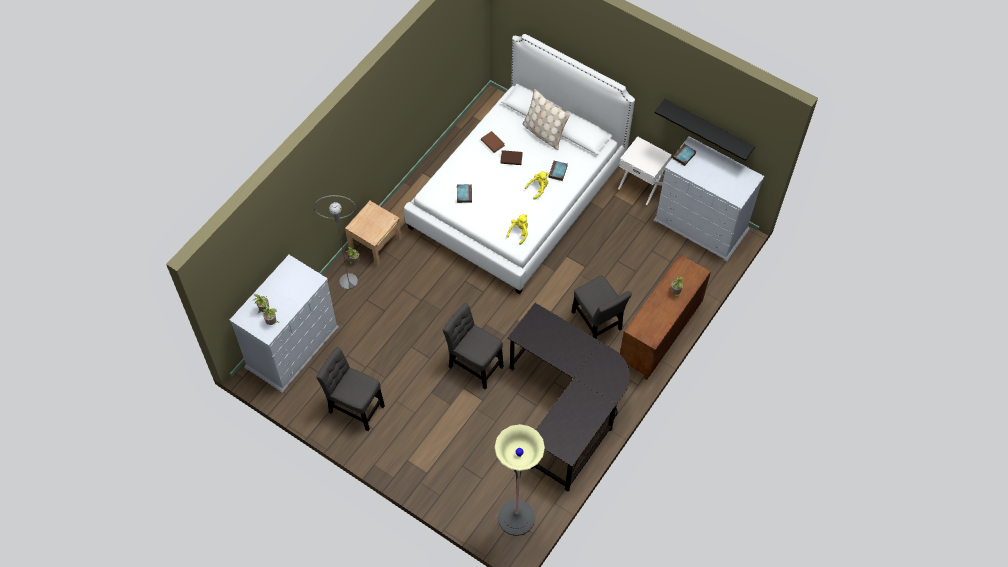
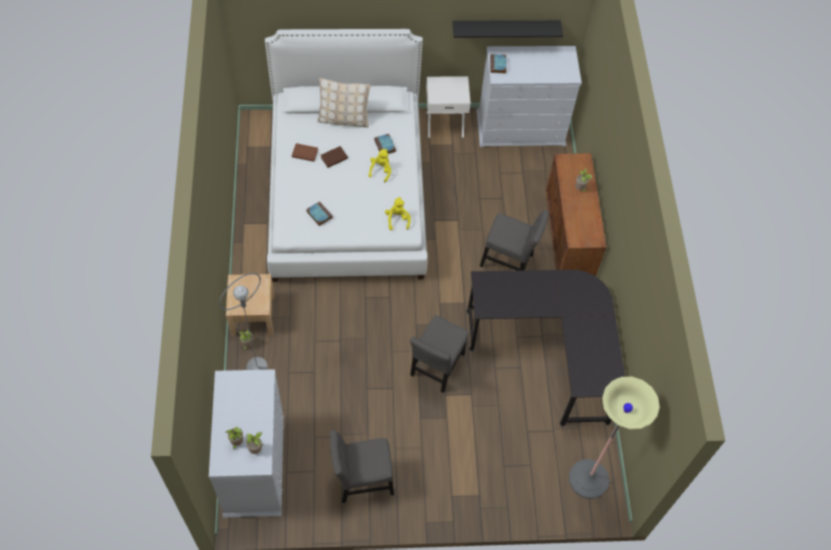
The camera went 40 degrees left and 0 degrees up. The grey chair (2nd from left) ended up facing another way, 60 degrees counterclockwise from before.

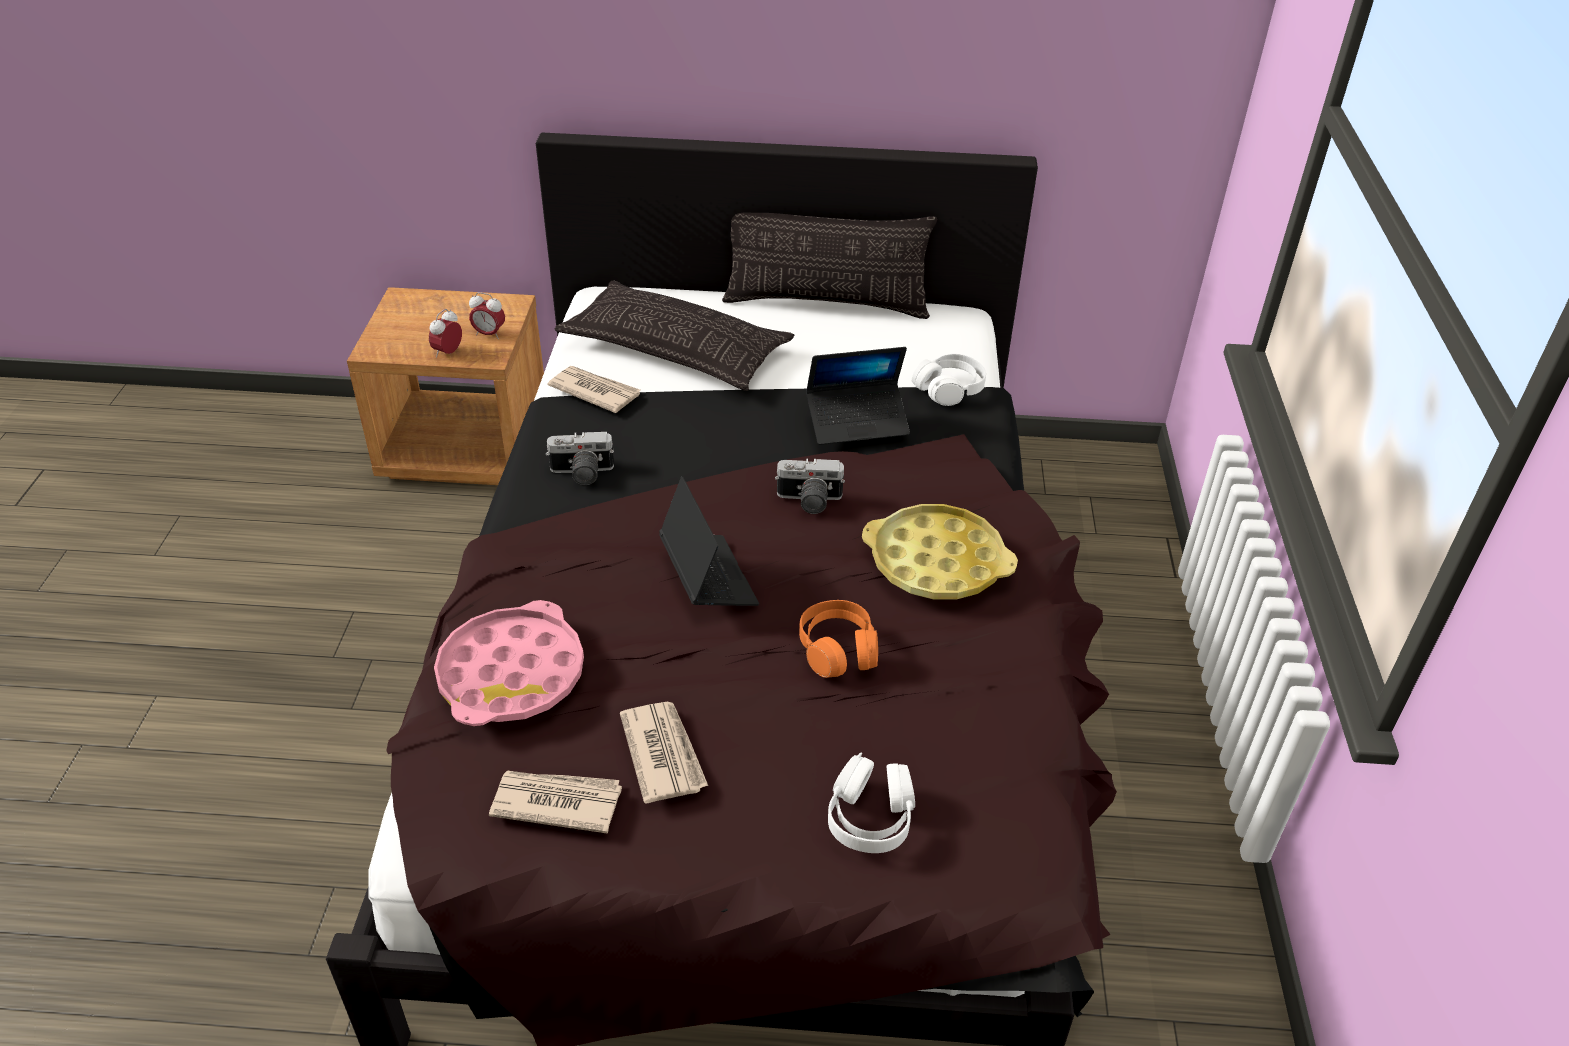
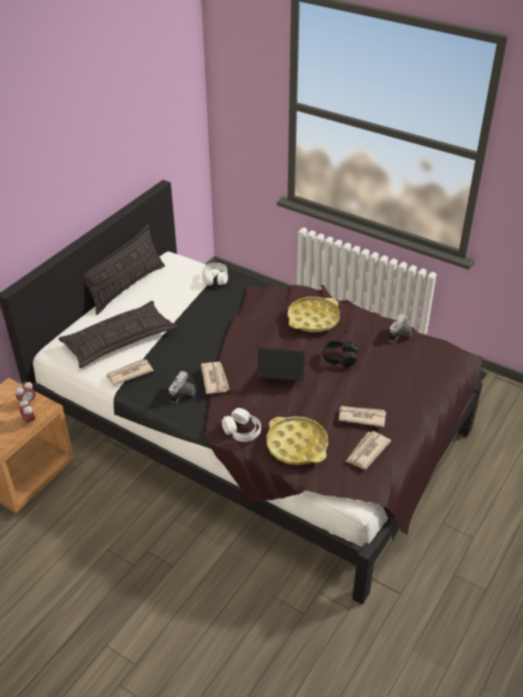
The camera went 60 degrees left and 0 degrees up. The second view lost the laptop (2nd from left). The second view gained the newspaper (2nd from left). The photo camera (2nd from left) ended up elsewhere. The white headphones (1st from left in the first image) ended up elsewhere. What was the pink tray turned into the yellow tray (1st from left). What was the orange headphones turned into the black headphones.

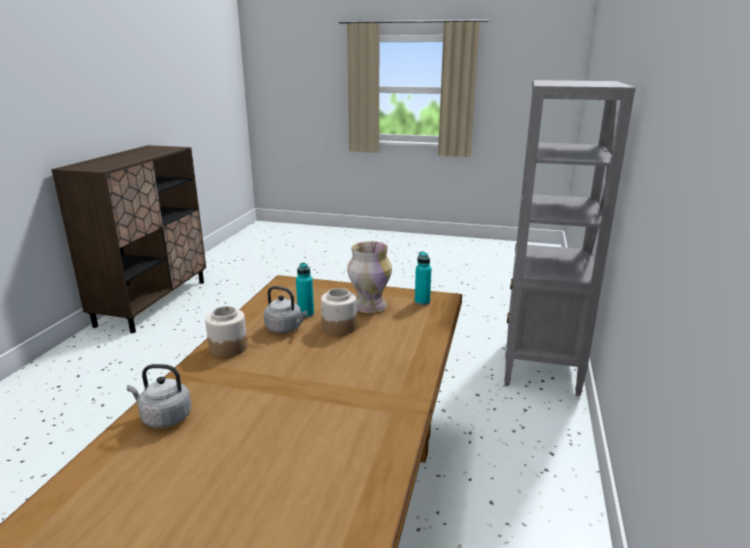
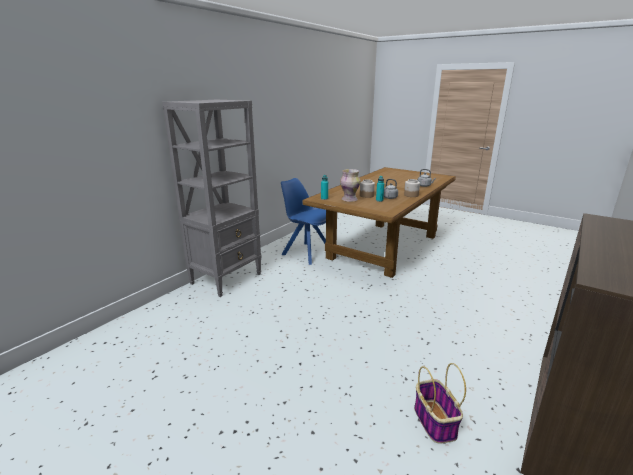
The camera went 160 degrees left and 0 degrees up. The second view gained the blue chair. The second view gained the basket.

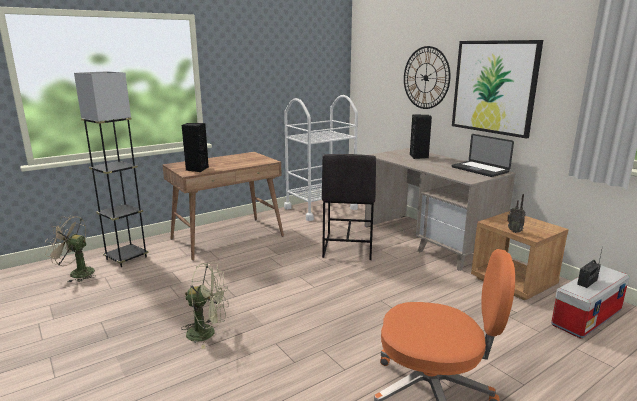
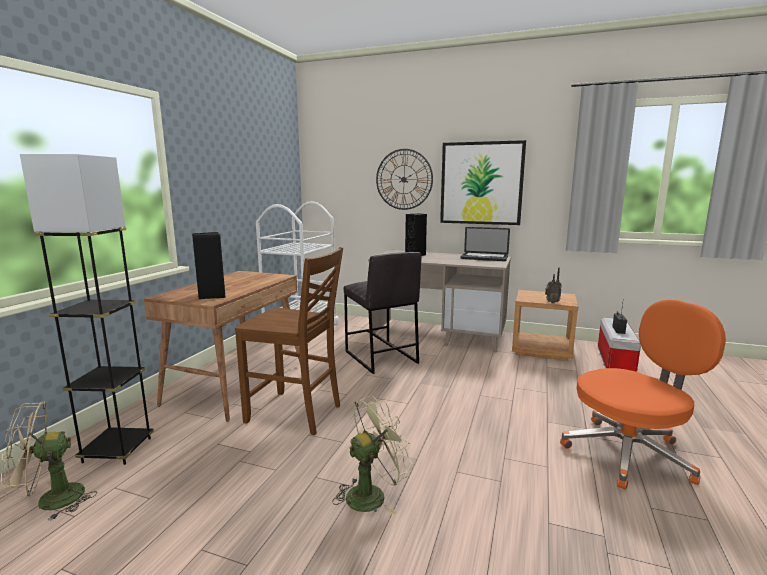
The camera went 35 degrees left and 5 degrees down. The second view gained the brown chair.

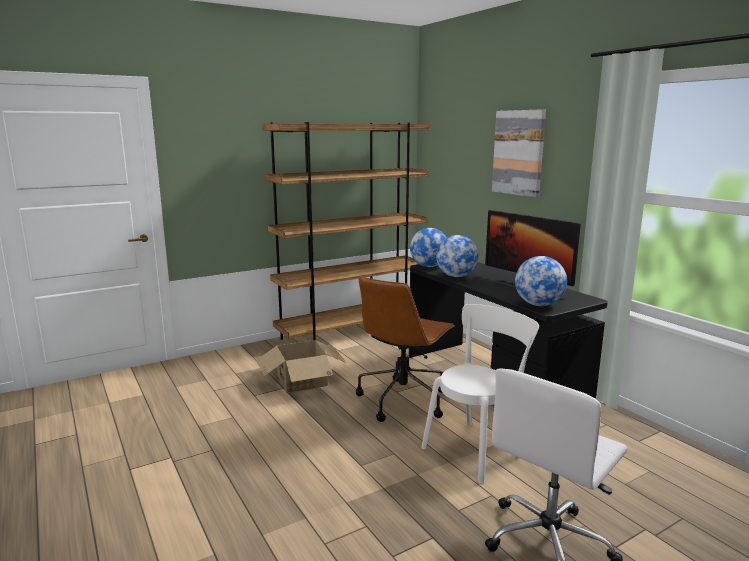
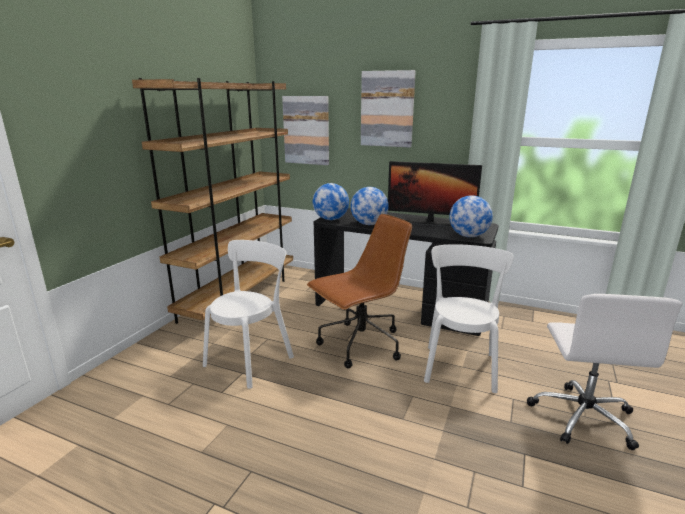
The camera went 35 degrees left and 5 degrees up. The second view gained the picture (1st from left). Where the cardboard box stood, the white chair (1st from left) came to stand. The brown office chair ended up facing another way, 120 degrees counterclockwise from before.

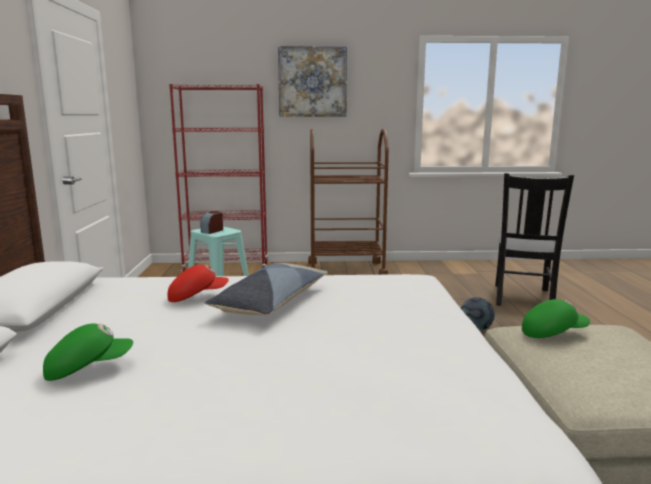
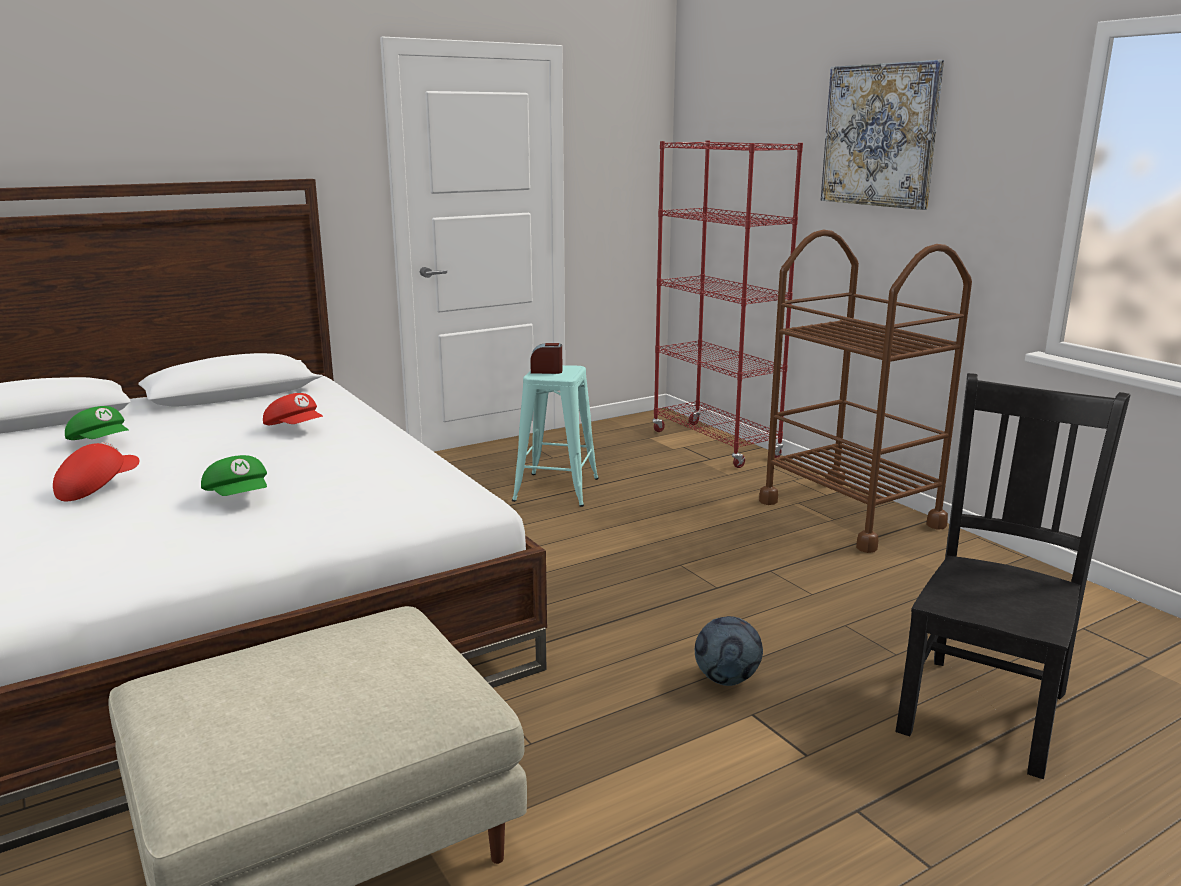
The camera went 60 degrees right and 5 degrees up. The second view lost the pillow. The second view gained the red cap (1st from left). The green cap (2nd from left) ended up elsewhere. The black chair ended up facing another way, 135 degrees clockwise from before.

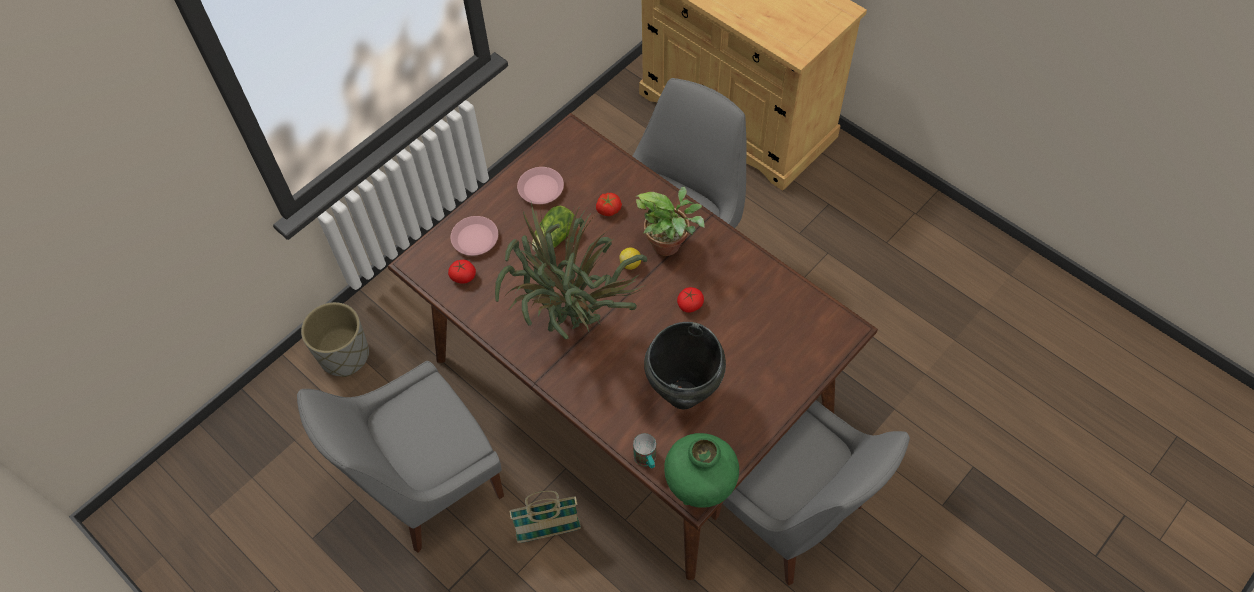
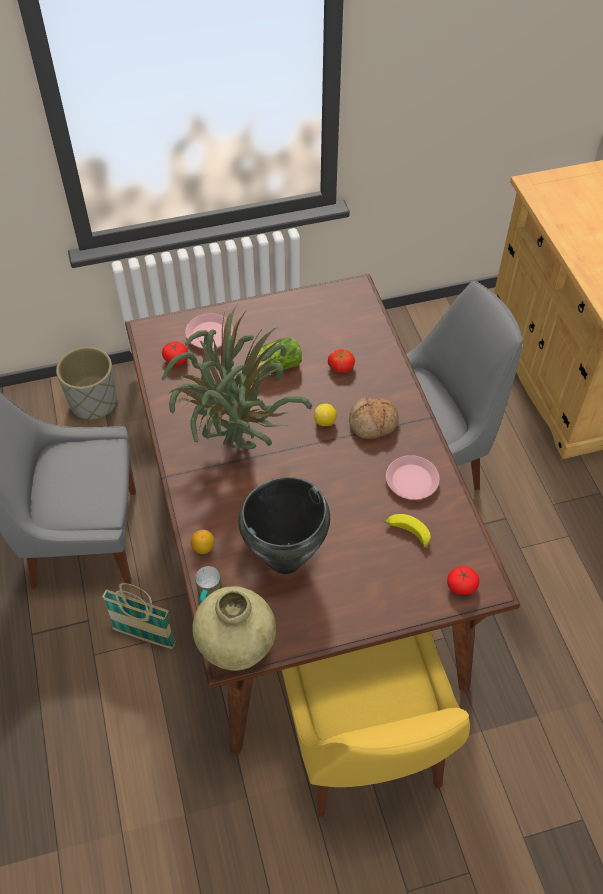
The camera went 30 degrees right and 5 degrees down. The second view gained the lemon (1st from left). The second view gained the banana. The pink plate (2nd from left) ended up elsewhere. The tomato (3rd from left) ended up elsewhere. Where the potted plant (2nd from left) stood, the bread came to stand. What was the green vase turned into the beige vase. What was the grey chair (3rd from left) turned into the yellow chair.

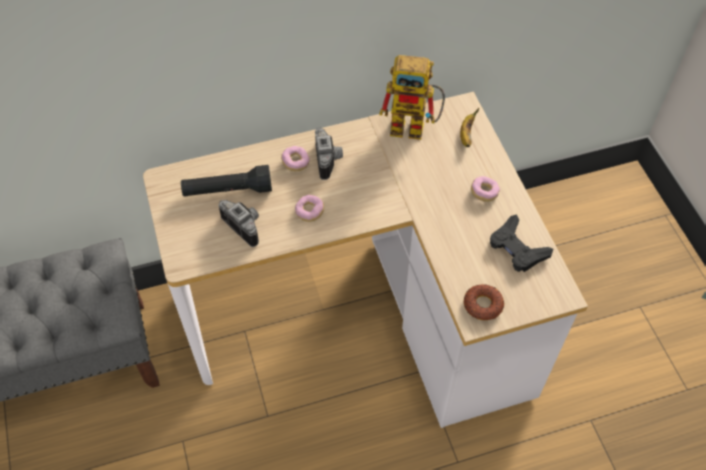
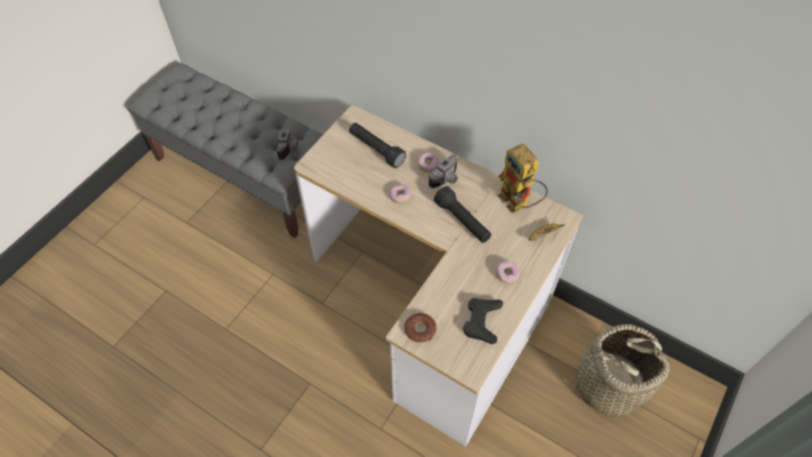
The camera went 50 degrees right and 0 degrees up. The second view gained the black flashlight (2nd from left). The second view gained the basket. The photo camera (1st from left) ended up elsewhere.

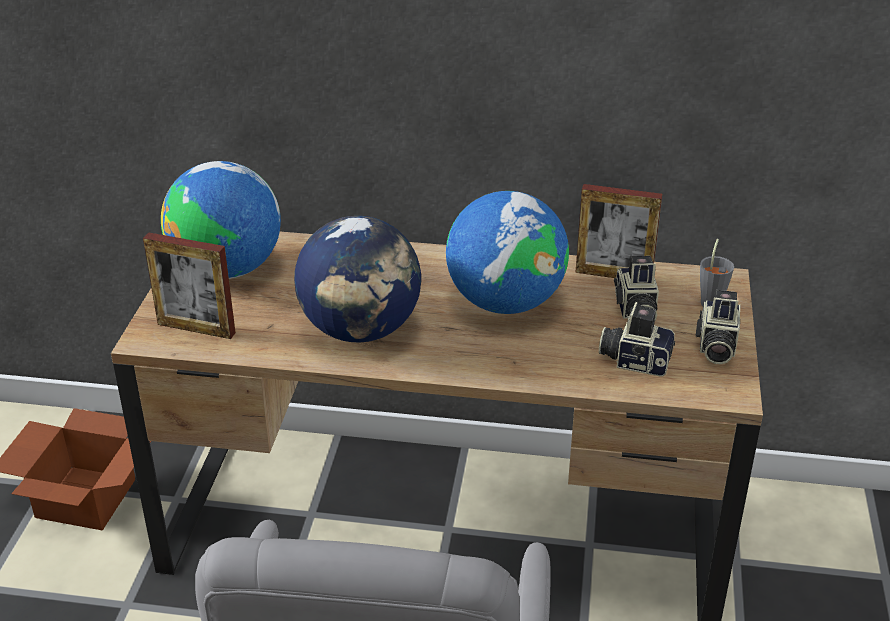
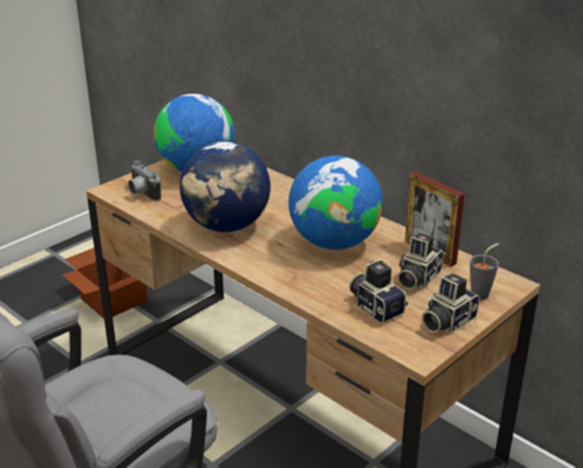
The camera went 35 degrees right and 5 degrees down. Where the picture frame (1st from left) stood, the photo camera (1st from left) came to stand.

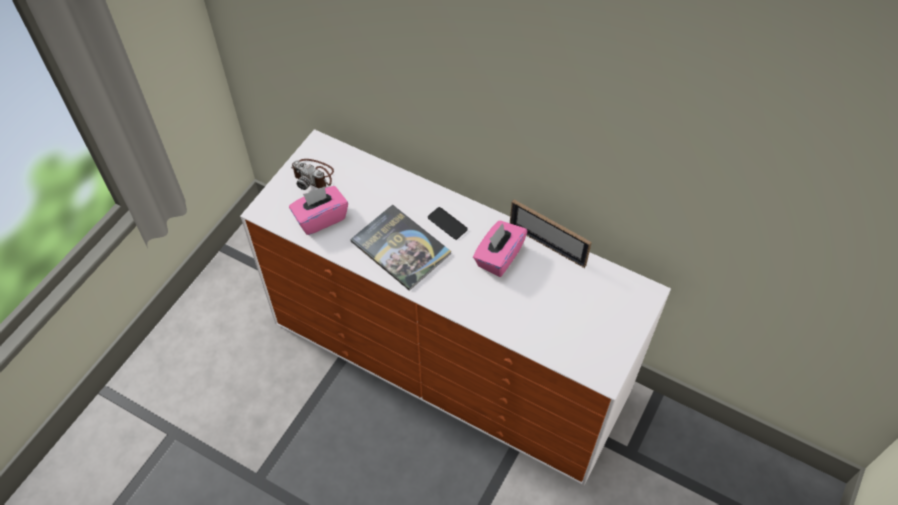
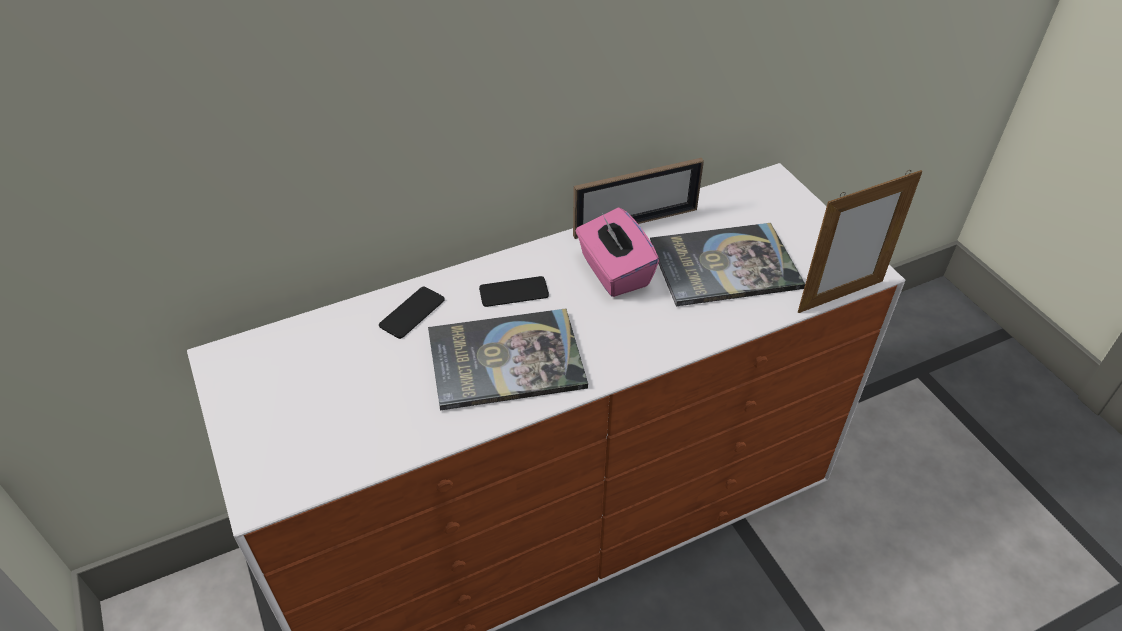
The camera went 55 degrees left and 10 degrees down. The second view lost the pink tissue box (1st from left). The second view lost the photo camera. The second view gained the phone (1st from left). The second view gained the book (2nd from left). The second view gained the picture frame (2nd from left).

